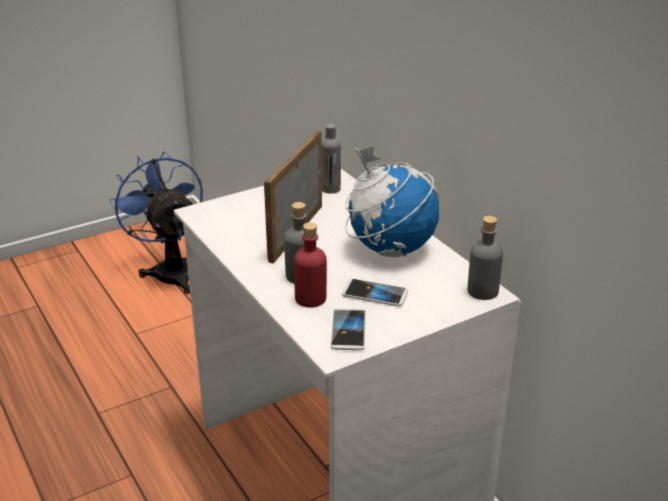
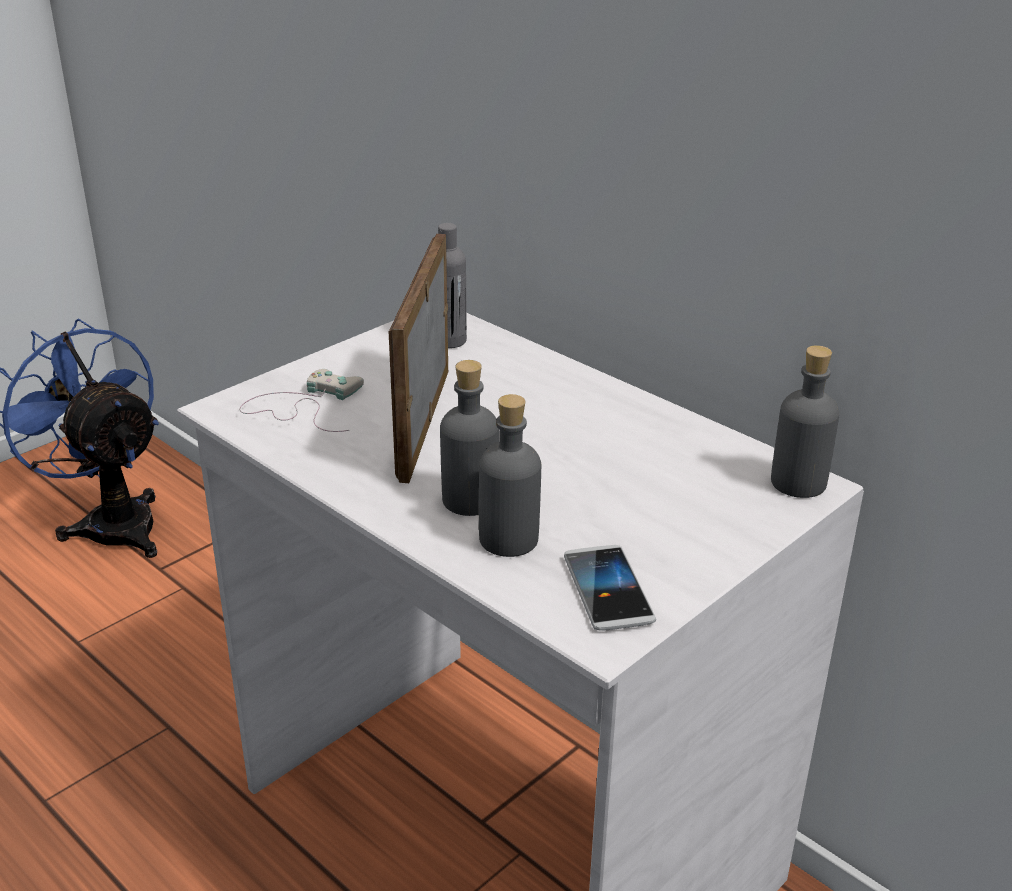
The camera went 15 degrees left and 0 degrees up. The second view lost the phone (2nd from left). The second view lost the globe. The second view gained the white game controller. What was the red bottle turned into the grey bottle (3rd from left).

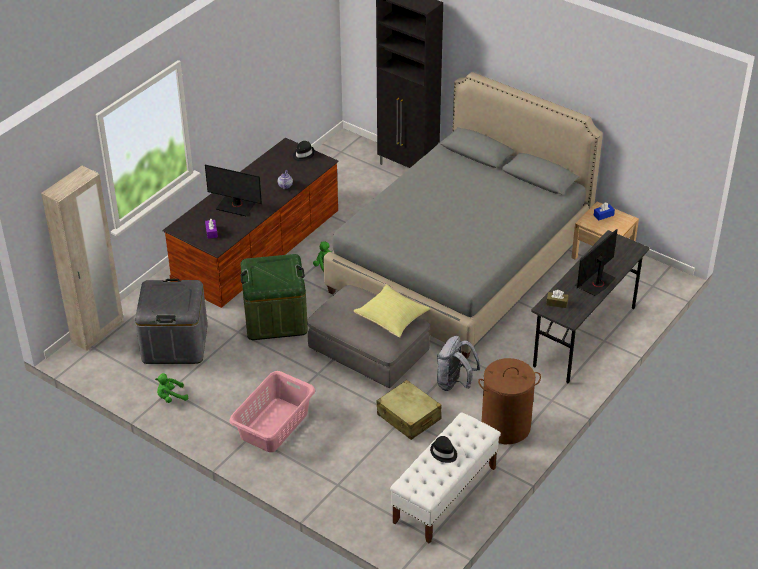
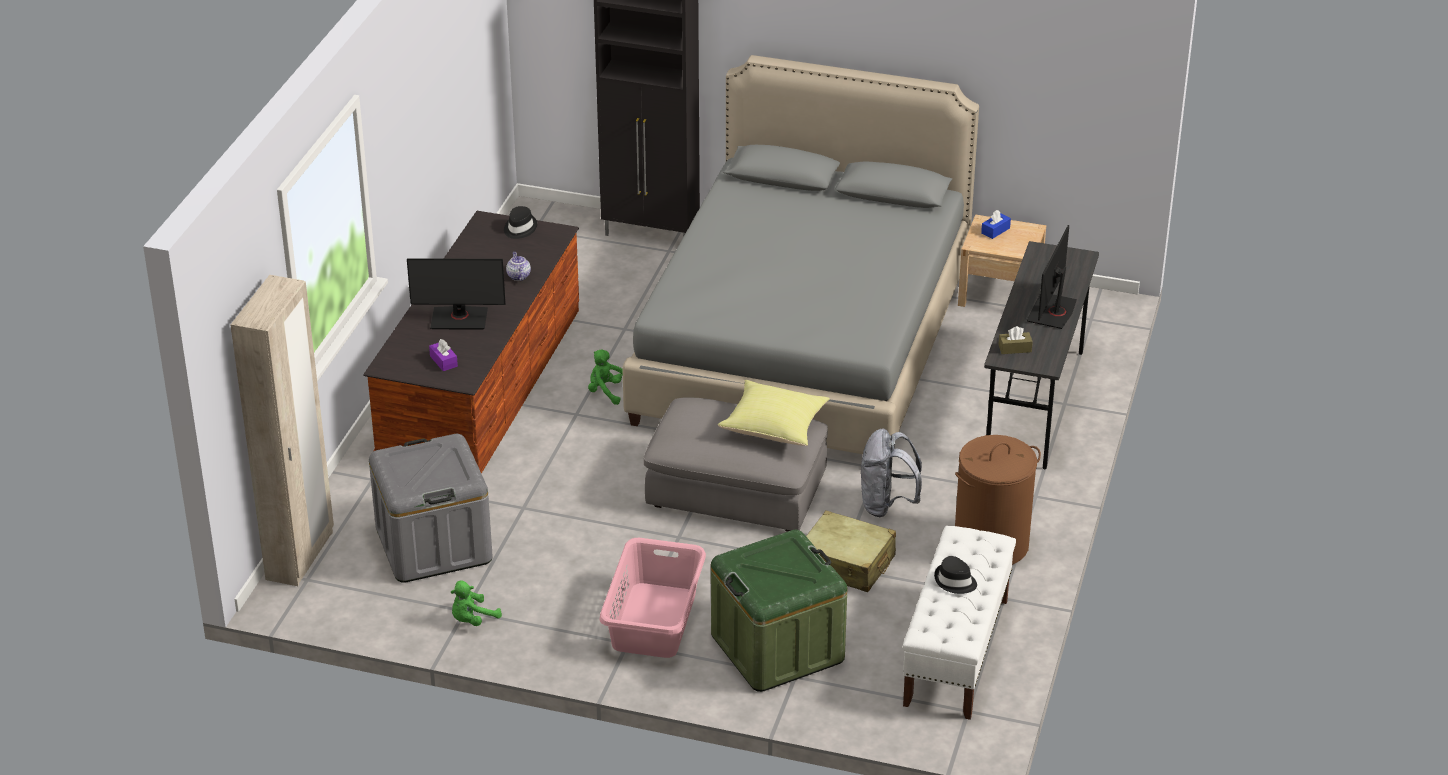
The camera went 20 degrees left and 5 degrees down. The green storage box ended up elsewhere.

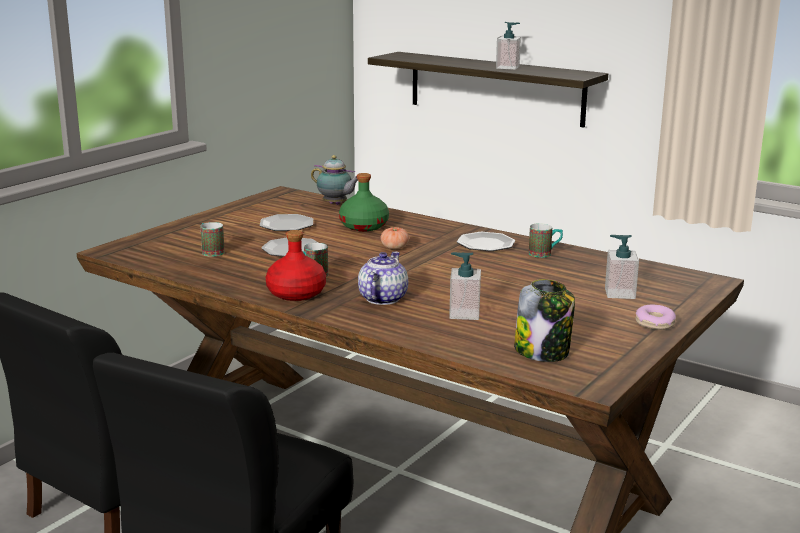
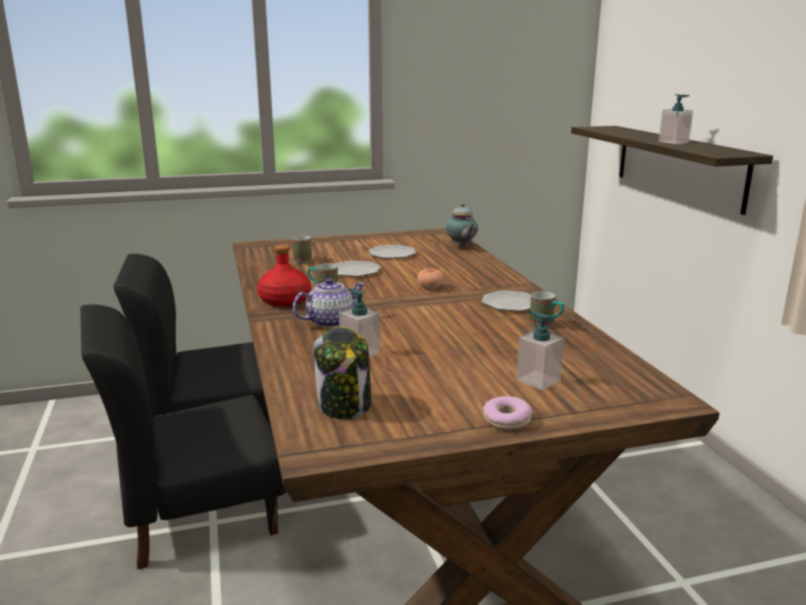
The camera went 40 degrees right and 0 degrees up. The second view lost the green bottle.

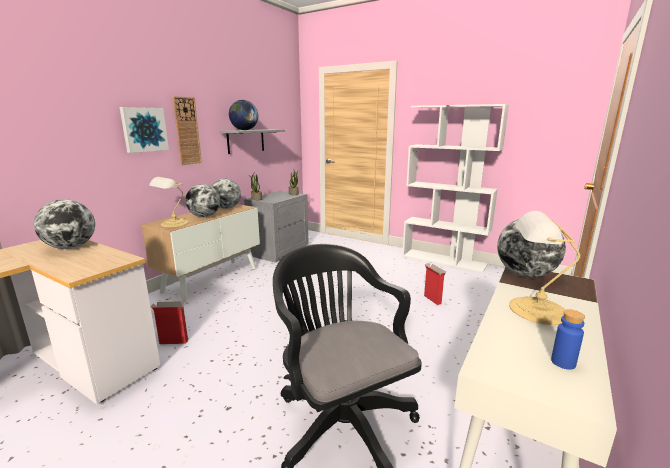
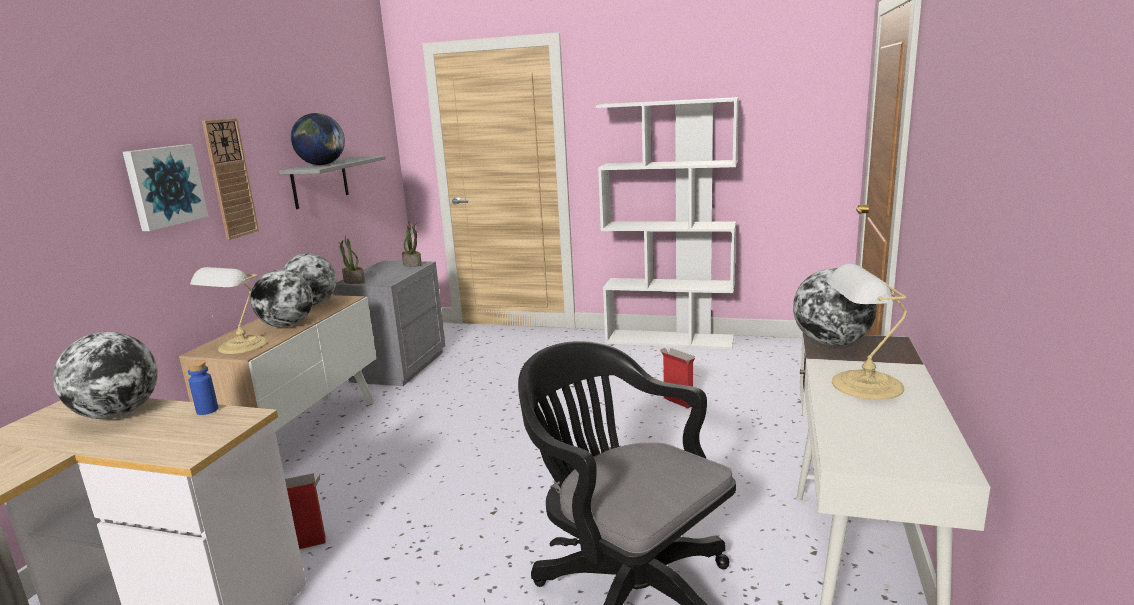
The camera went 15 degrees left and 0 degrees up. The blue bottle ended up elsewhere.

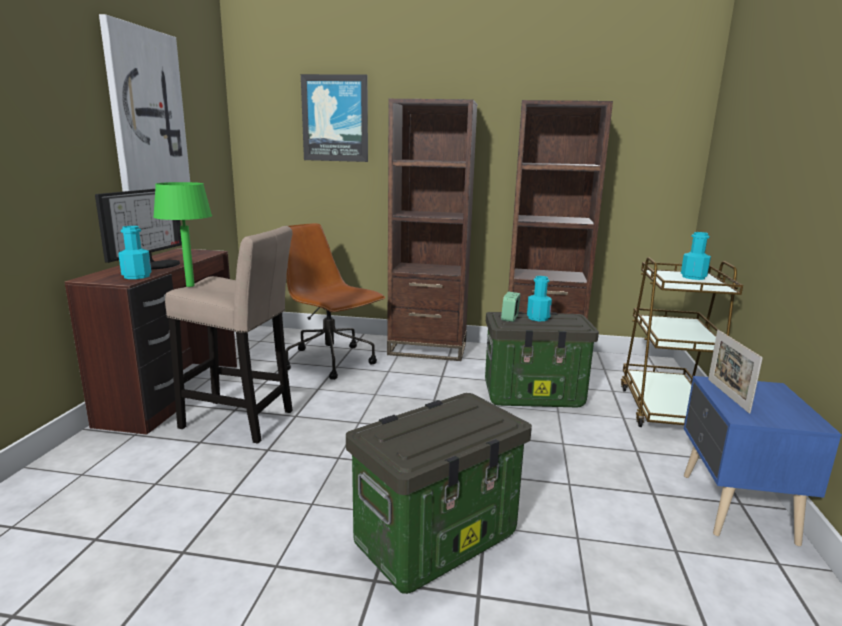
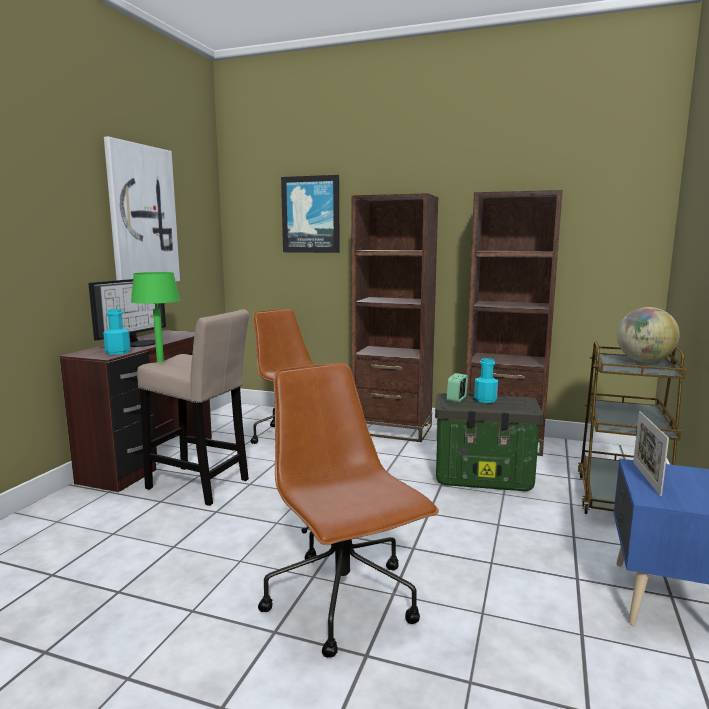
The camera went 10 degrees right and 5 degrees down. Where the storage box (1st from left) stood, the brown office chair (2nd from left) came to stand. Where the turquoise bottle (3rd from left) stood, the globe came to stand.

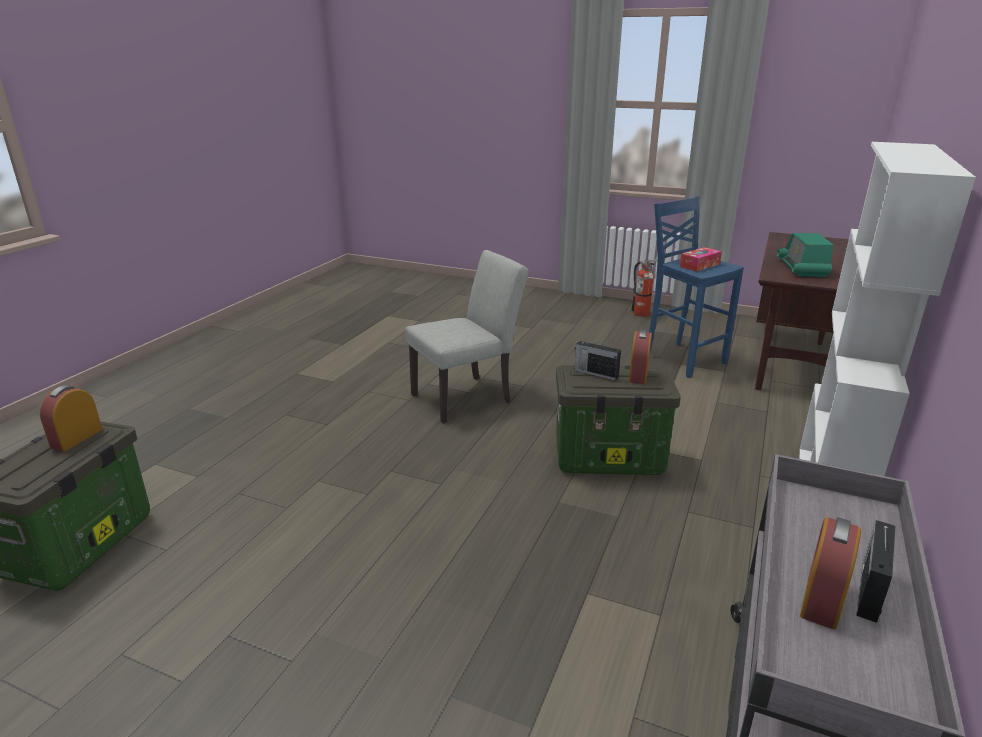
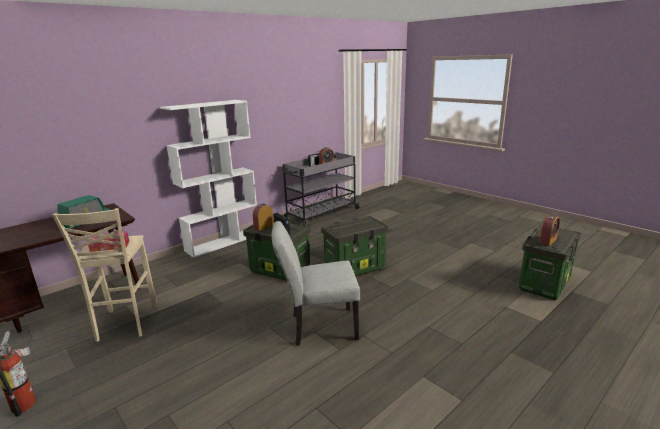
The camera went 155 degrees left and 5 degrees down. The second view gained the storage box (2nd from left). What was the blue stool turned into the beige stool.

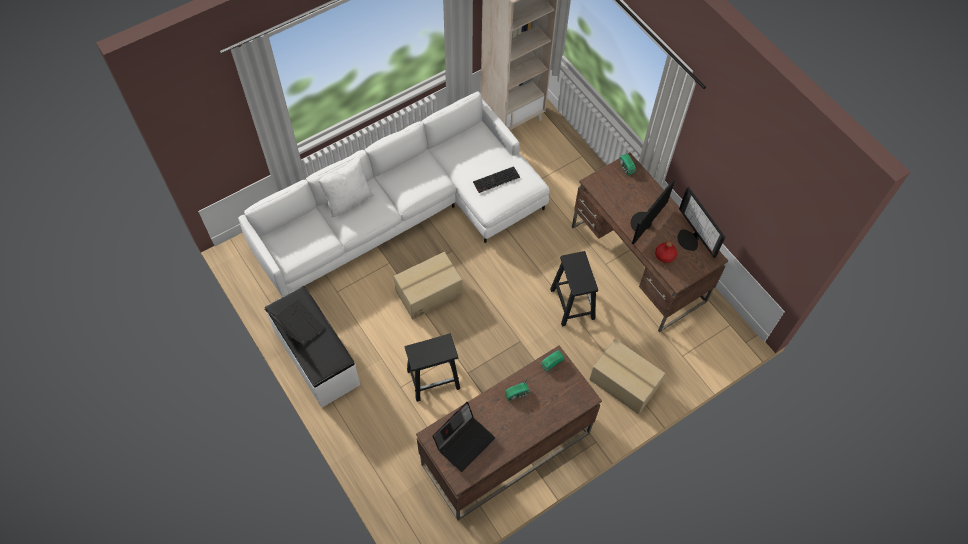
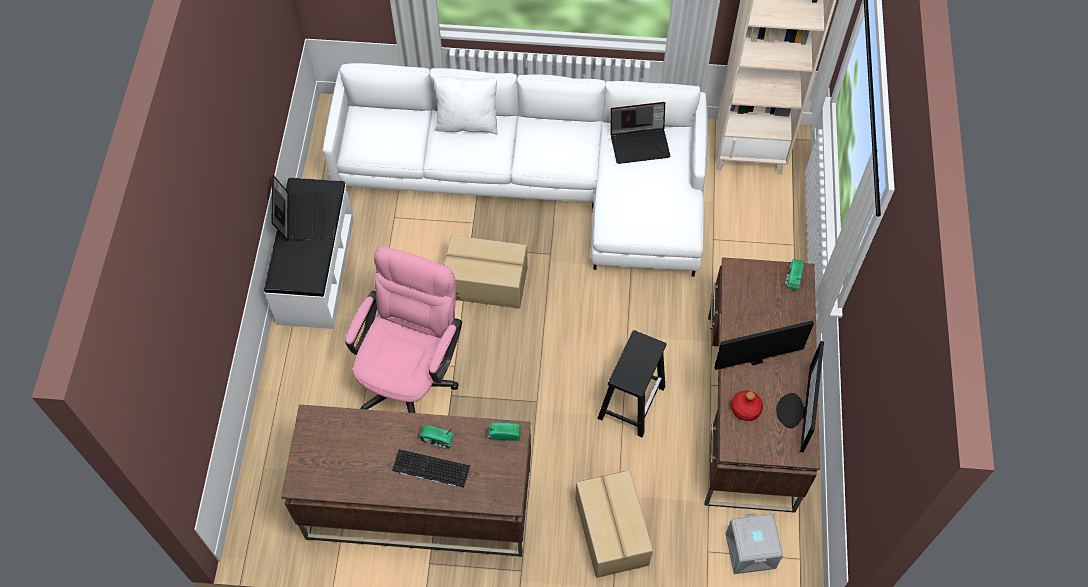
The camera went 40 degrees right and 0 degrees up. The second view gained the grey storage box. The laptop (2nd from left) ended up elsewhere. The keyboard ended up elsewhere. Where the black stool (1st from left) stood, the pink office chair came to stand.

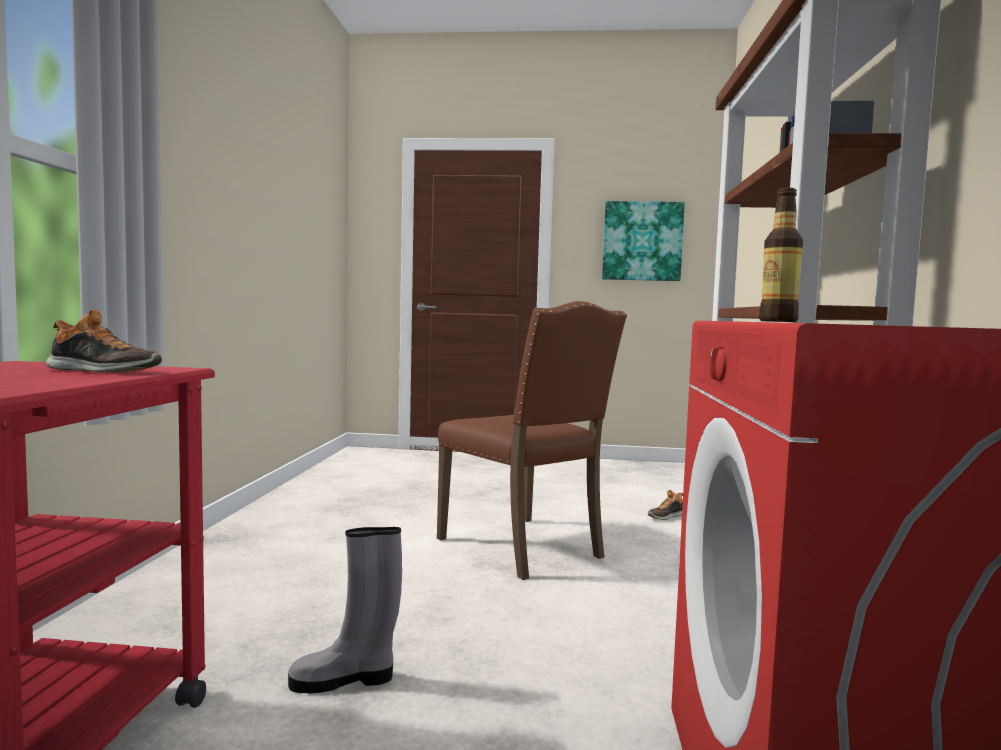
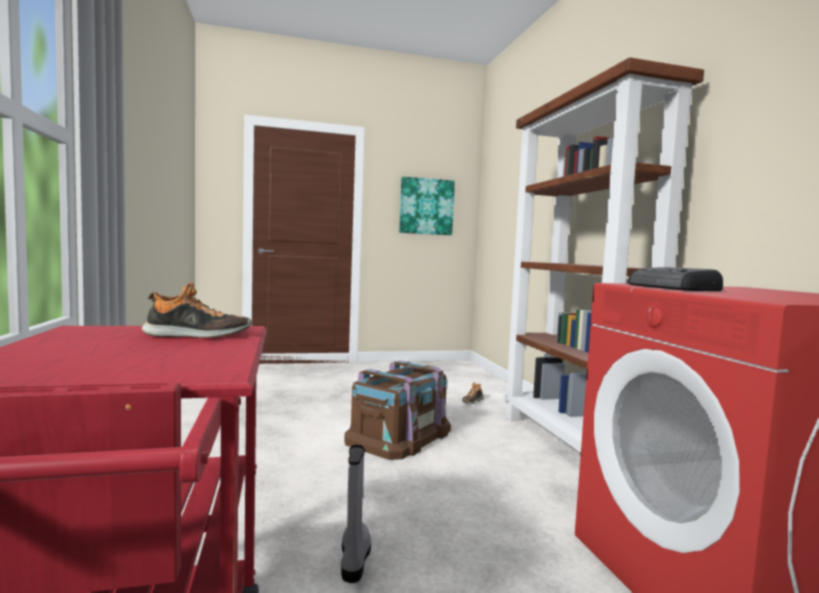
The camera went 20 degrees left and 0 degrees up. Where the brown chair stood, the brown storage box came to stand. Where the bottle stood, the radio came to stand. The grey boot ended up facing another way, 120 degrees clockwise from before.

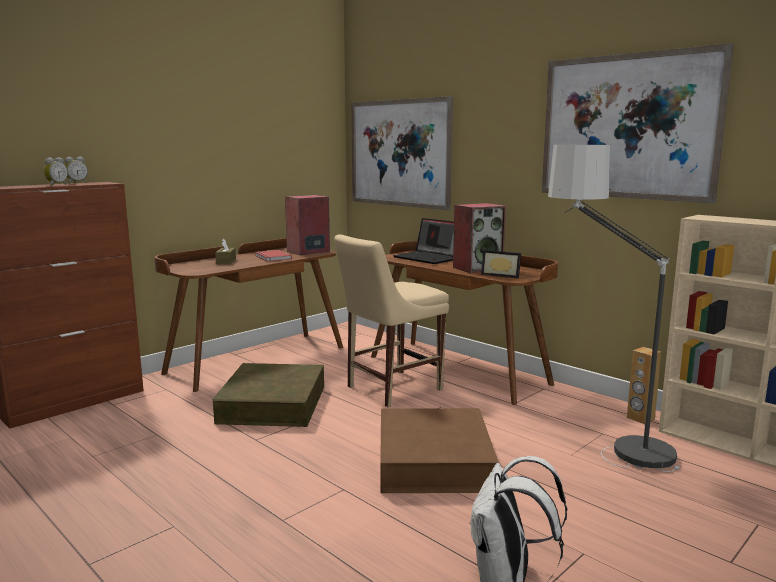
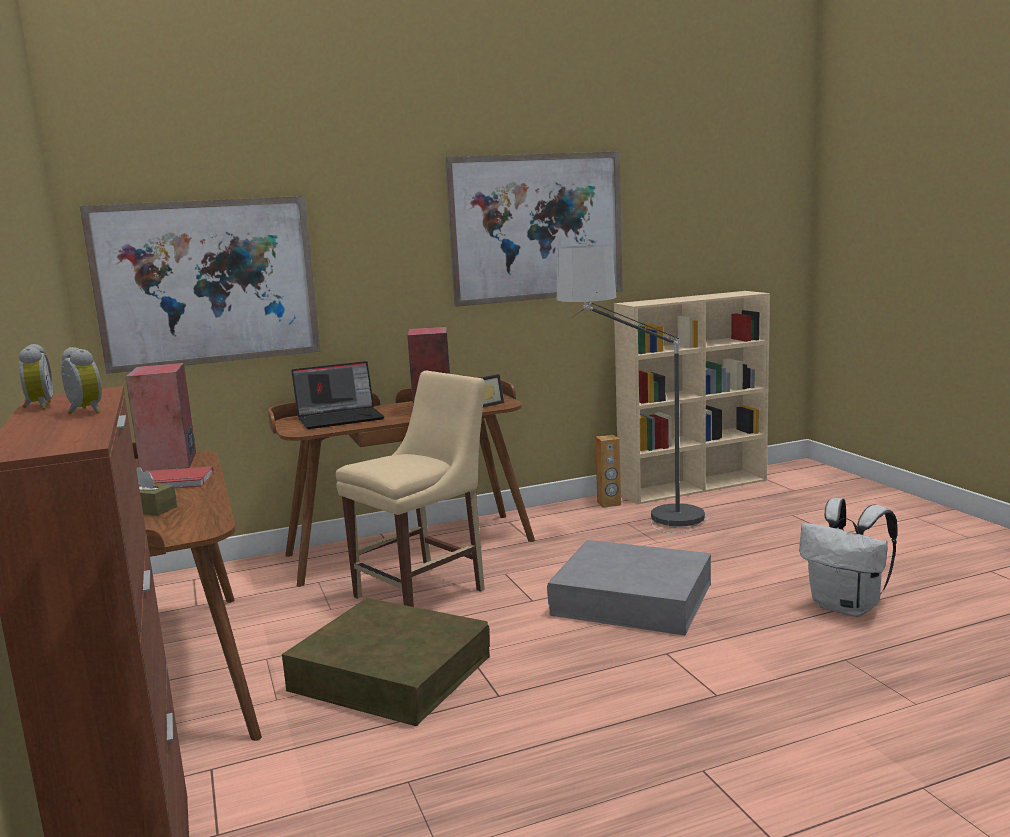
The camera went 65 degrees left and 0 degrees up. What was the brown storage box (2nd from left) turned into the grey storage box. The beige chair ended up facing another way, 120 degrees counterclockwise from before.

